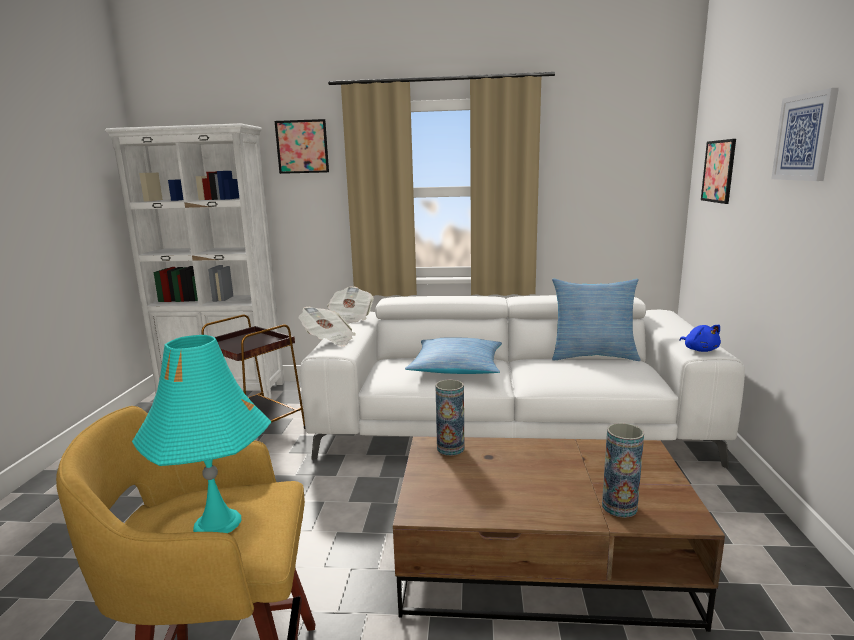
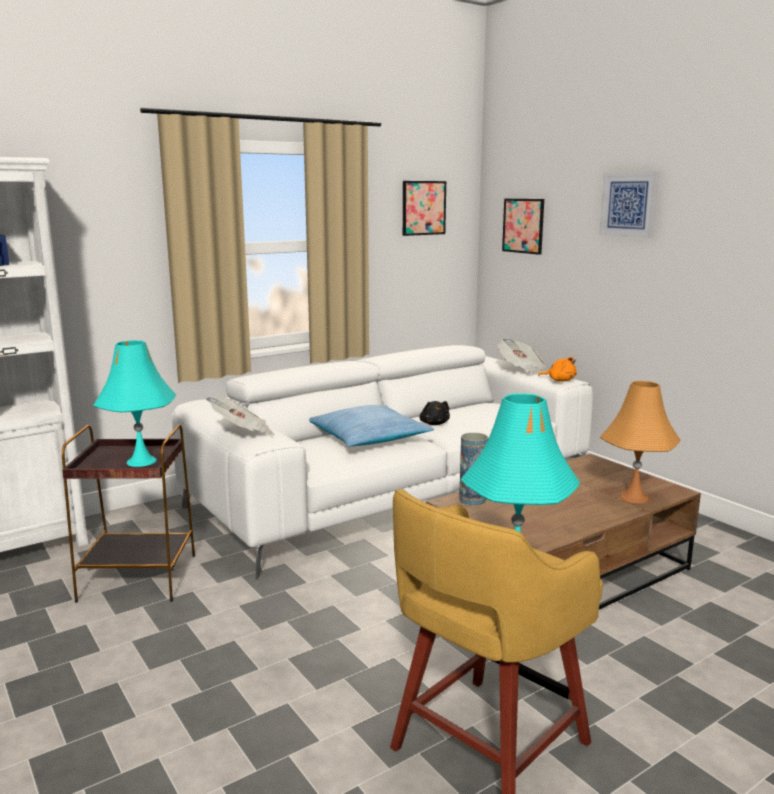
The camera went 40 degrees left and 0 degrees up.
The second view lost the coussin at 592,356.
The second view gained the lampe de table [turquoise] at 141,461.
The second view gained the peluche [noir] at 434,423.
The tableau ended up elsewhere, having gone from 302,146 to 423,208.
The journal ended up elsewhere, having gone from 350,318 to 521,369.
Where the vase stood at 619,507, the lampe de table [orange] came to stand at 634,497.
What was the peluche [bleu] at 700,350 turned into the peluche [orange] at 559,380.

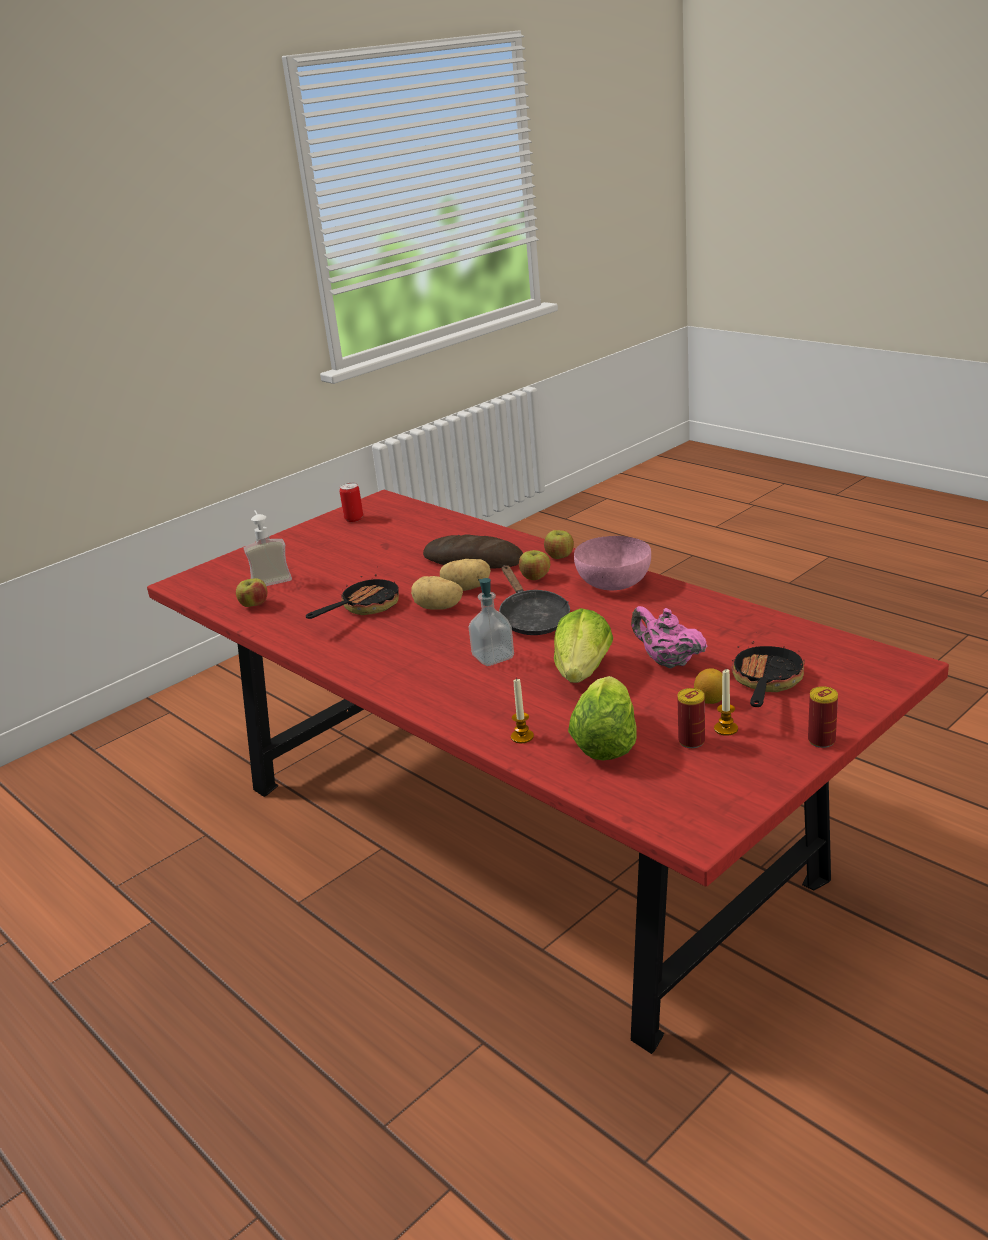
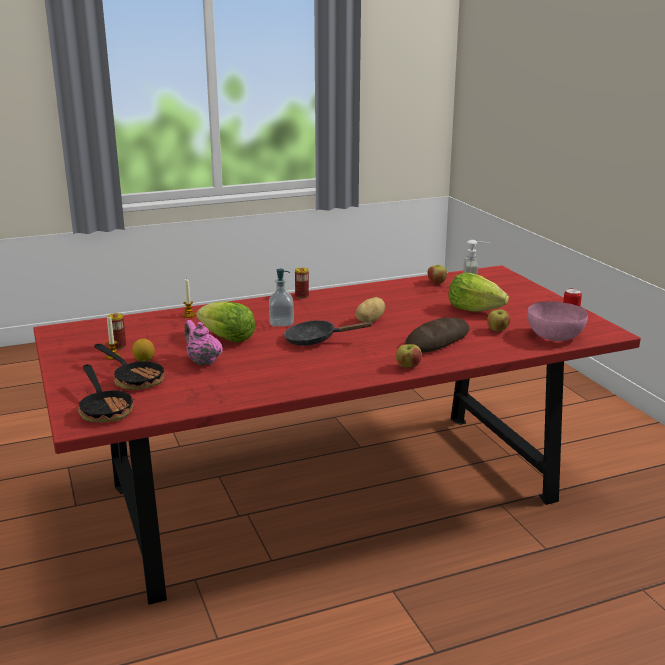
The camera went 110 degrees right and 5 degrees down.
The second view lost the pomme de terre at 467,588.
The poêle ended up elsewhere, having gone from 364,608 to 105,409.
The pomme ended up elsewhere, having gone from 535,577 to 497,330.
The laitue ended up elsewhere, having gone from 605,743 to 474,310.
The bol [rose] ended up elsewhere, having gone from 612,582 to 555,335.
The boîte métallique ended up elsewhere, having gone from 821,740 to 302,296.
The théière [rose] at 667,662 ended up facing another way, 105 degrees counterclockwise from before.

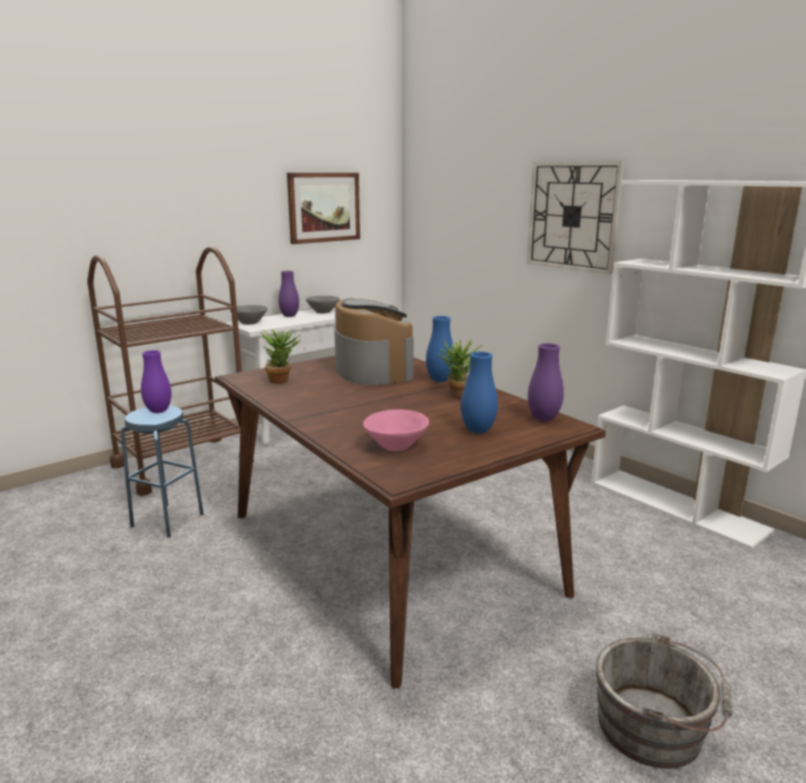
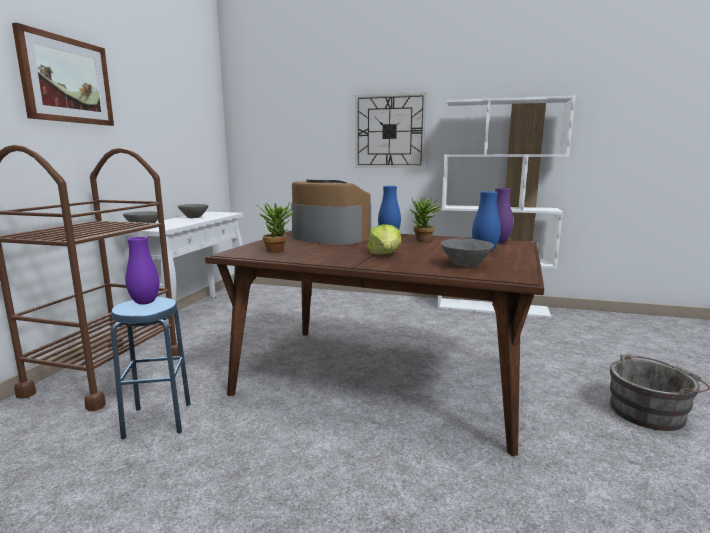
The camera went 35 degrees left and 5 degrees down.
The second view lost the vase [violet] at 289,316.
The second view gained the laitue at 385,254.
The tableau ended up elsewhere, having gone from 324,207 to 66,80.
What was the bol [rose] at 395,446 turned into the bol [gris] at 465,265.

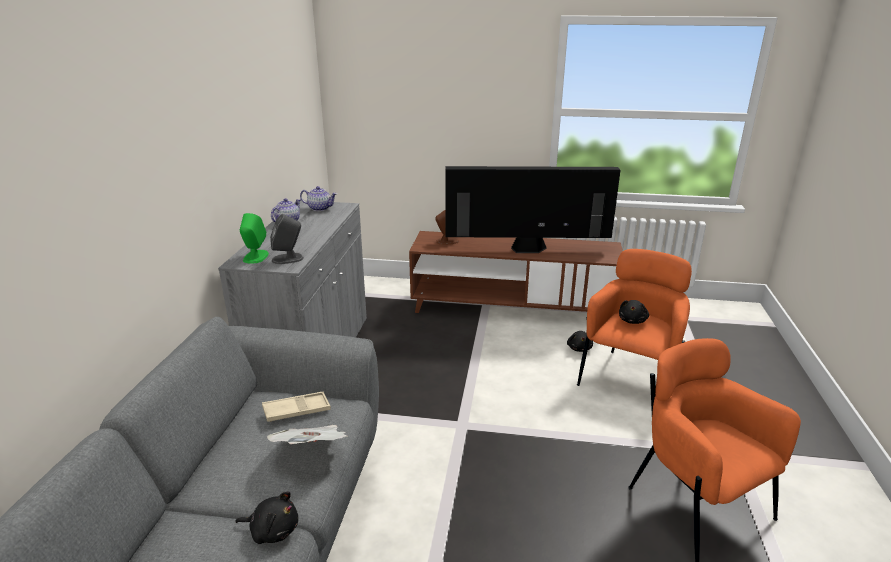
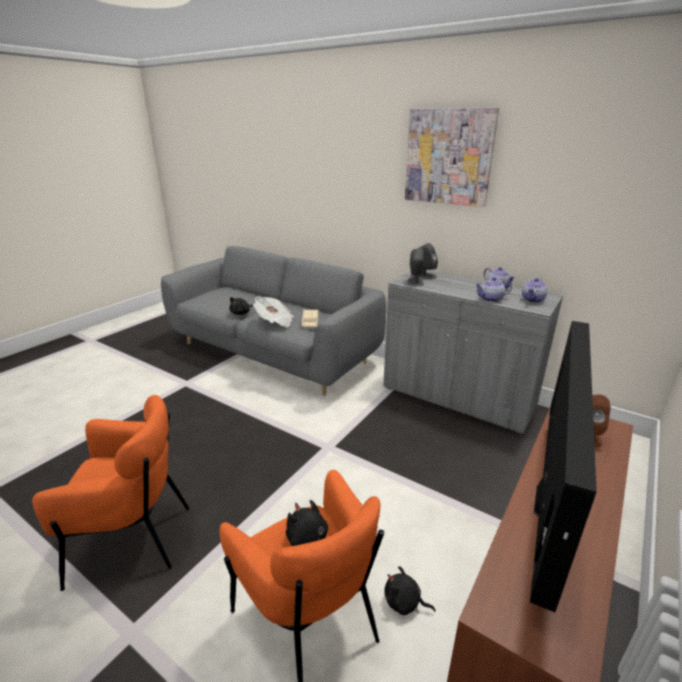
The camera went 115 degrees right and 0 degrees up.
The second view gained the tableau at 448,157.
The second view gained the théière at 491,299.
What was the enceinte [vert] at 255,257 turned into the enceinte [gris] at 425,276.

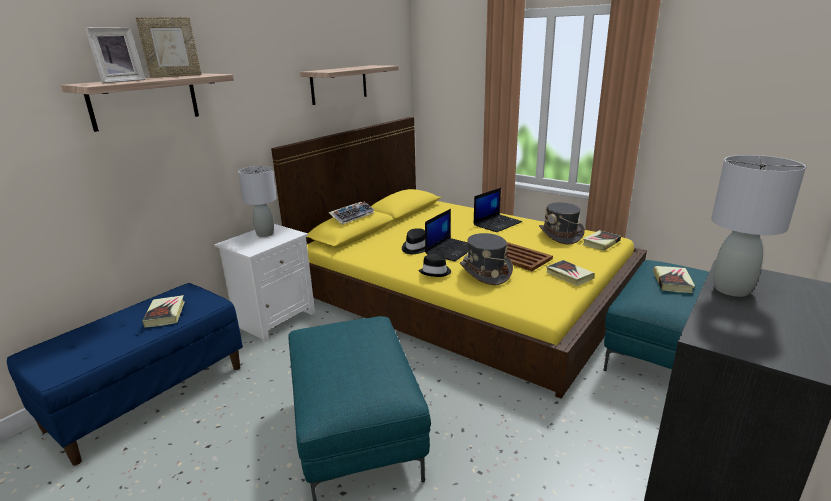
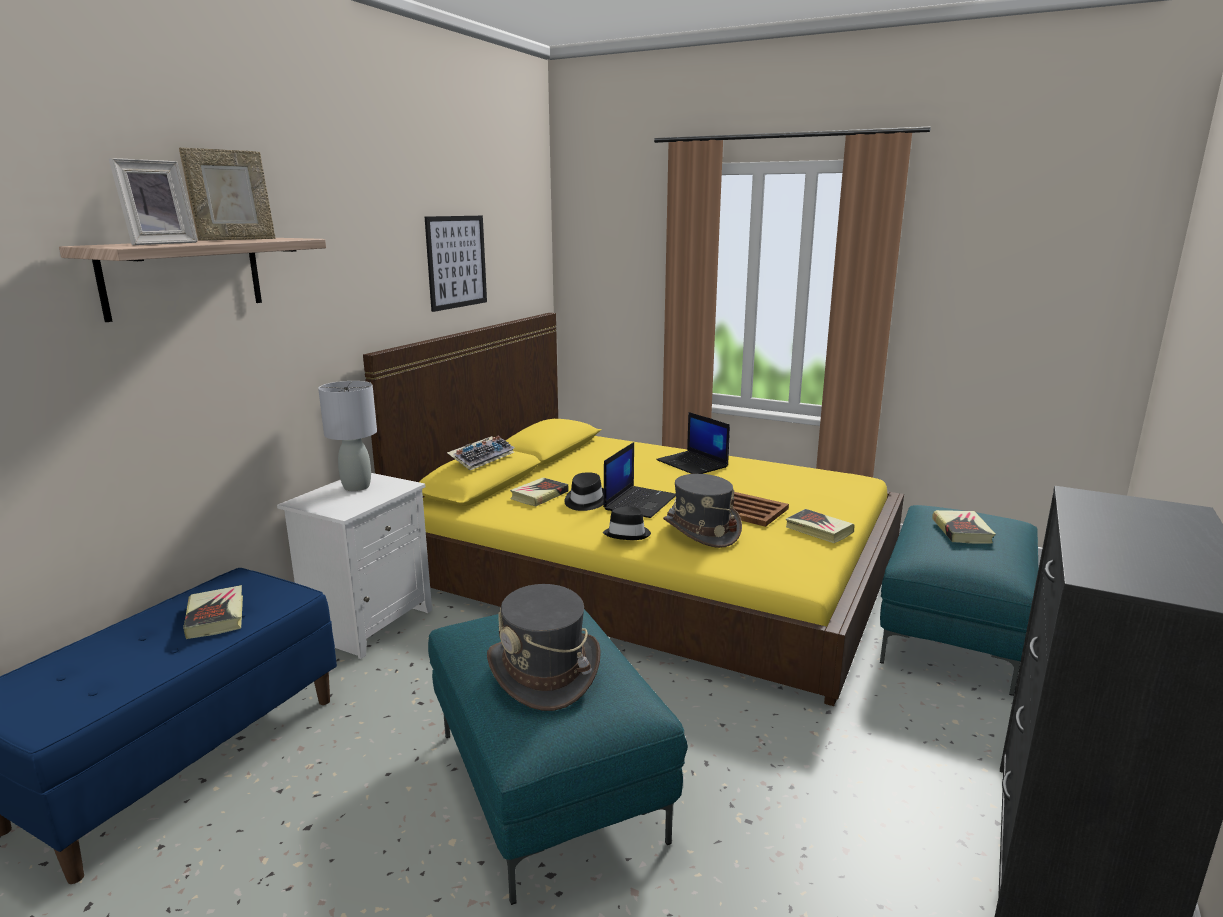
The camera went 10 degrees left and 5 degrees down.
The second view lost the lampe de table [gris] at 731,289.
The chapeau [gris] ended up elsewhere, having gone from 561,235 to 545,672.
The livre ended up elsewhere, having gone from 601,243 to 539,495.
Where the étagère hung at 339,84, the tableau came to hang at 456,262.
The ordinateur portable at 497,223 ended up facing another way, 105 degrees clockwise from before.

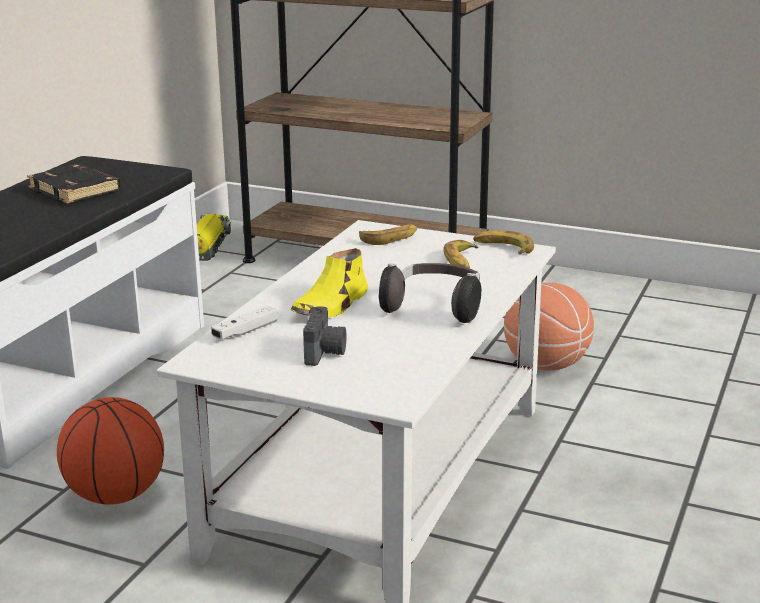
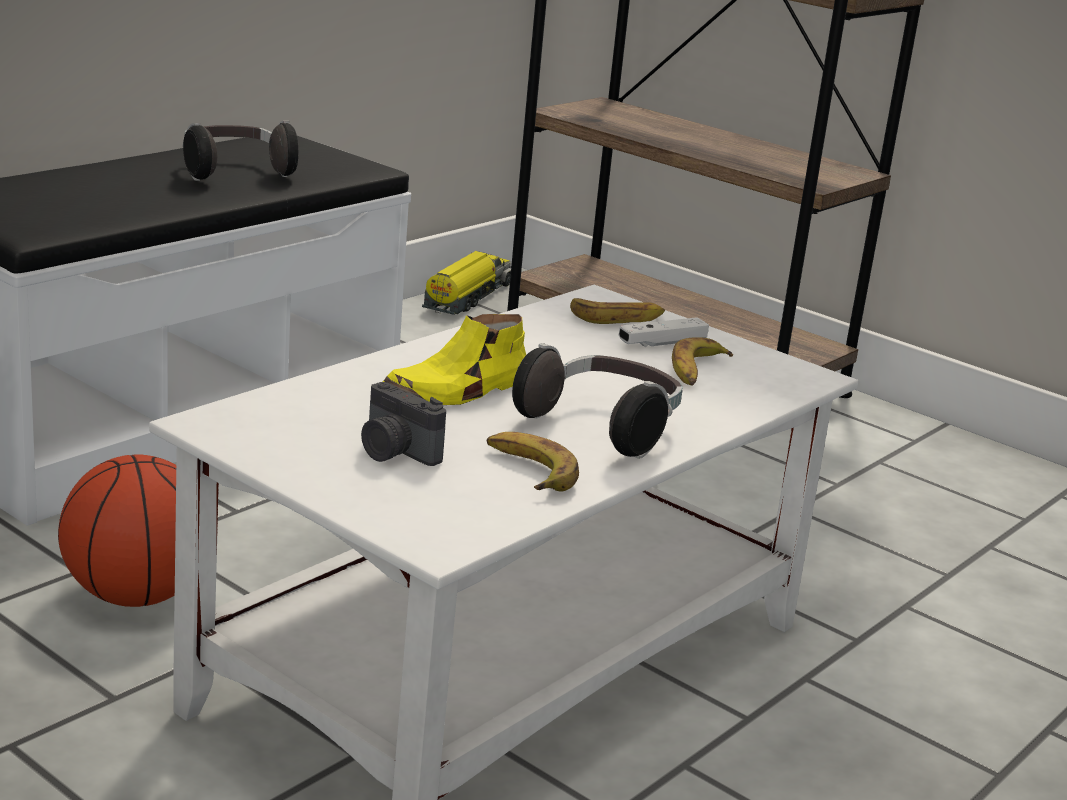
The camera went 15 degrees right and 0 degrees up.
The second view lost the ballon de basket at 546,365.
The manette [blanc] ended up elsewhere, having gone from 245,331 to 662,343.
The banane ended up elsewhere, having gone from 503,248 to 529,471.
Where the livre [noir] stood at 76,190, the casque audio came to stand at 234,171.
The appareil photo at 325,353 ended up facing another way, 105 degrees clockwise from before.

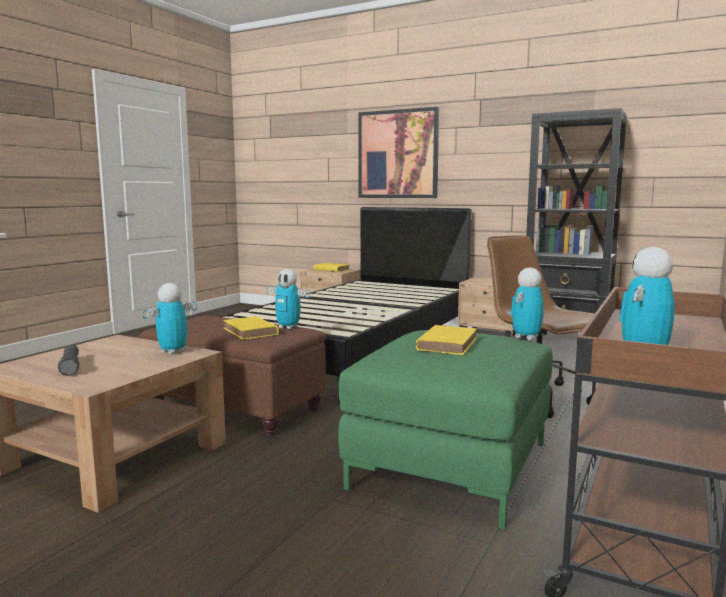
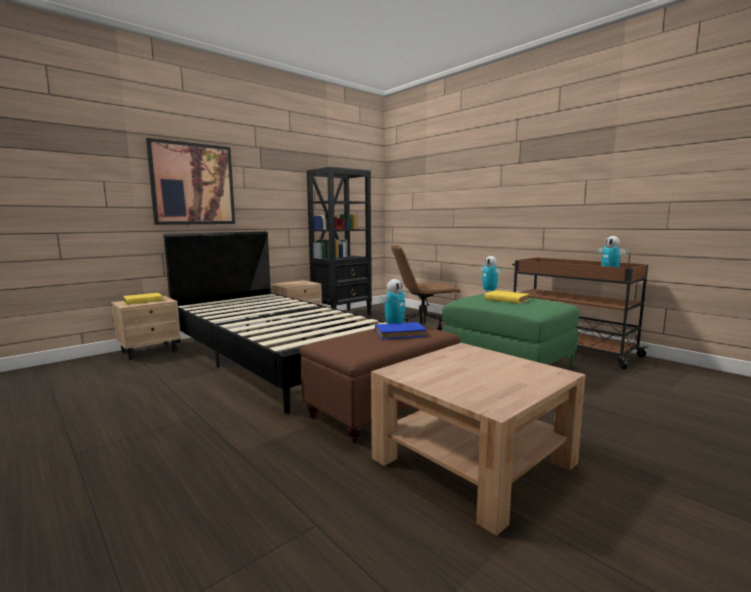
The camera went 70 degrees left and 0 degrees up.
The second view lost the lampe de poche [noir] at 70,367.
The second view lost the robot jouet at 173,352.
What was the livre [jaune] at 251,332 turned into the livre [bleu] at 401,334.

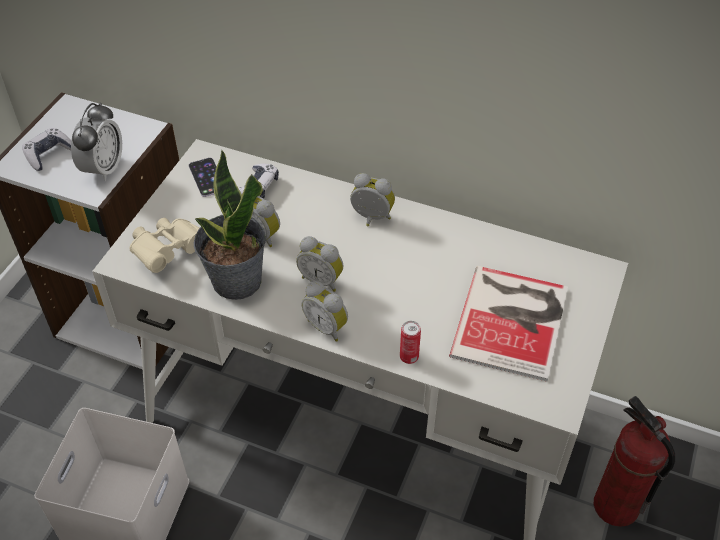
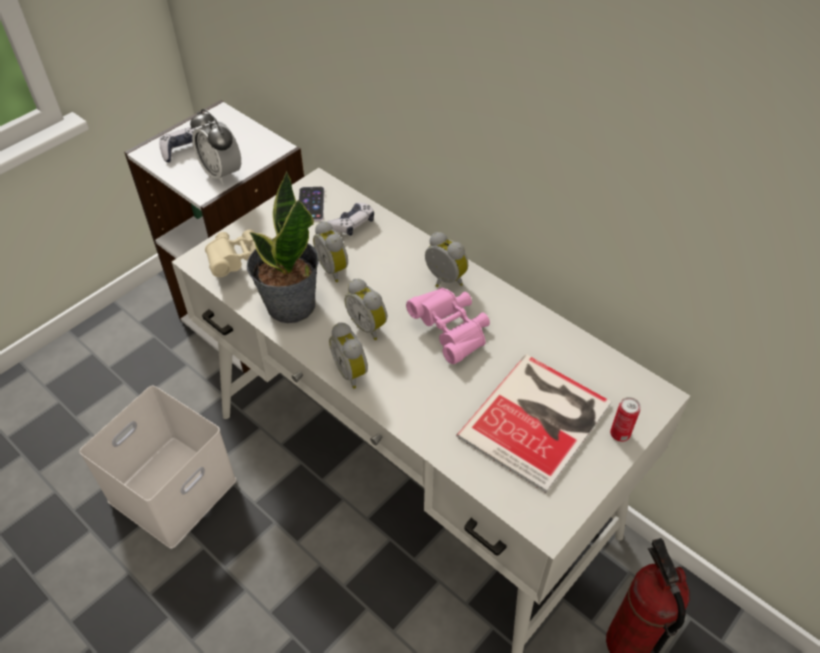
The camera went 20 degrees right and 0 degrees up.
The second view gained the jumelles [rose] at 451,332.
The boîte métallique ended up elsewhere, having gone from 409,357 to 619,434.
The réveil at 103,168 ended up facing another way, 105 degrees clockwise from before.

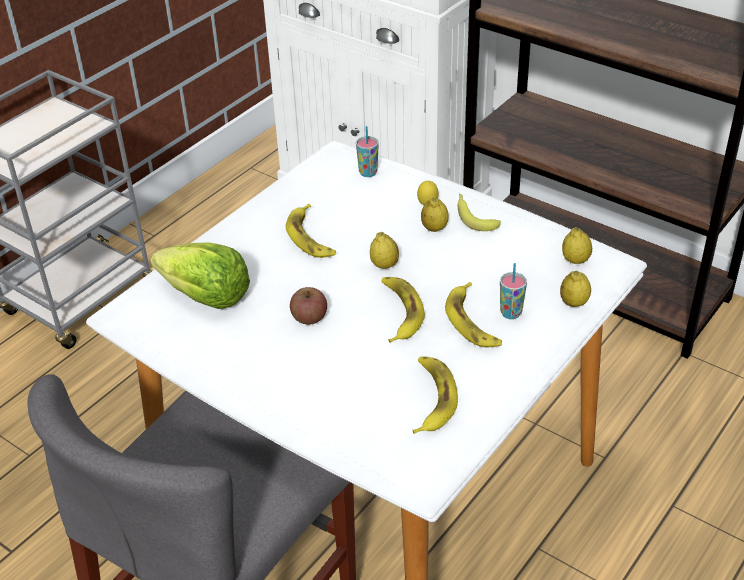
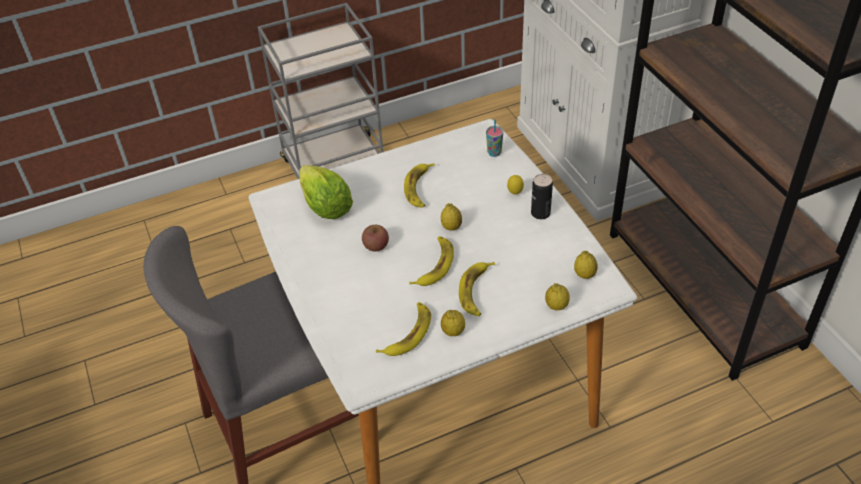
The camera went 30 degrees right and 5 degrees up.
The second view lost the tasse at 511,313.
The citron ended up elsewhere, having gone from 434,228 to 453,332.
Where the banane stood at 473,216, the boîte métallique came to stand at 540,213.

